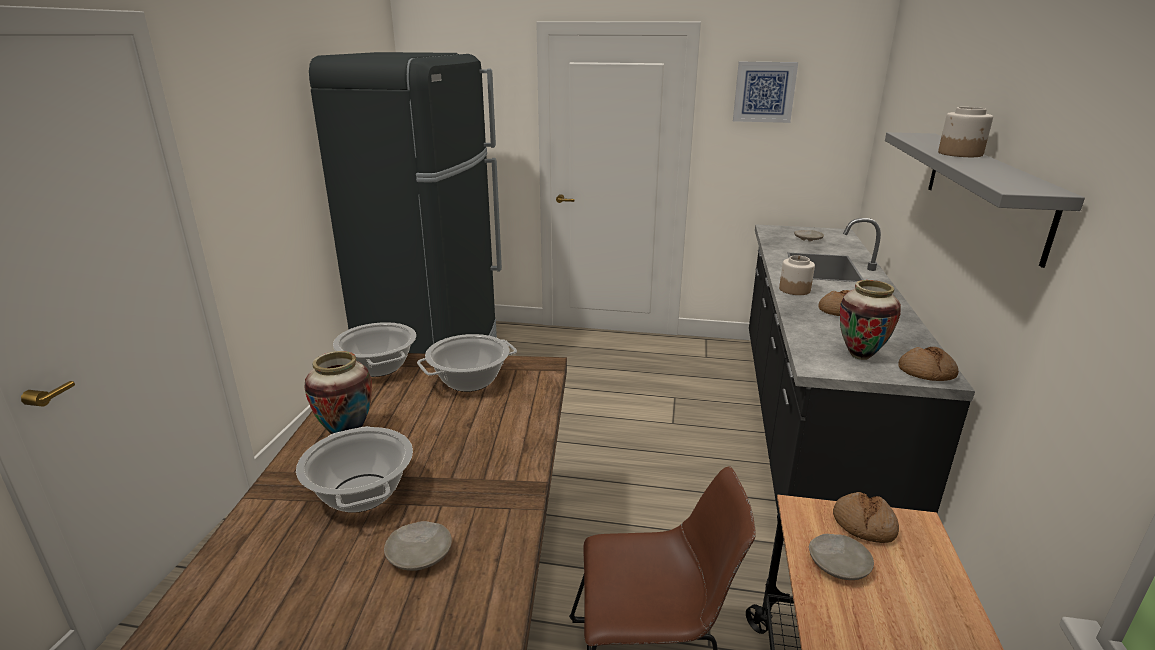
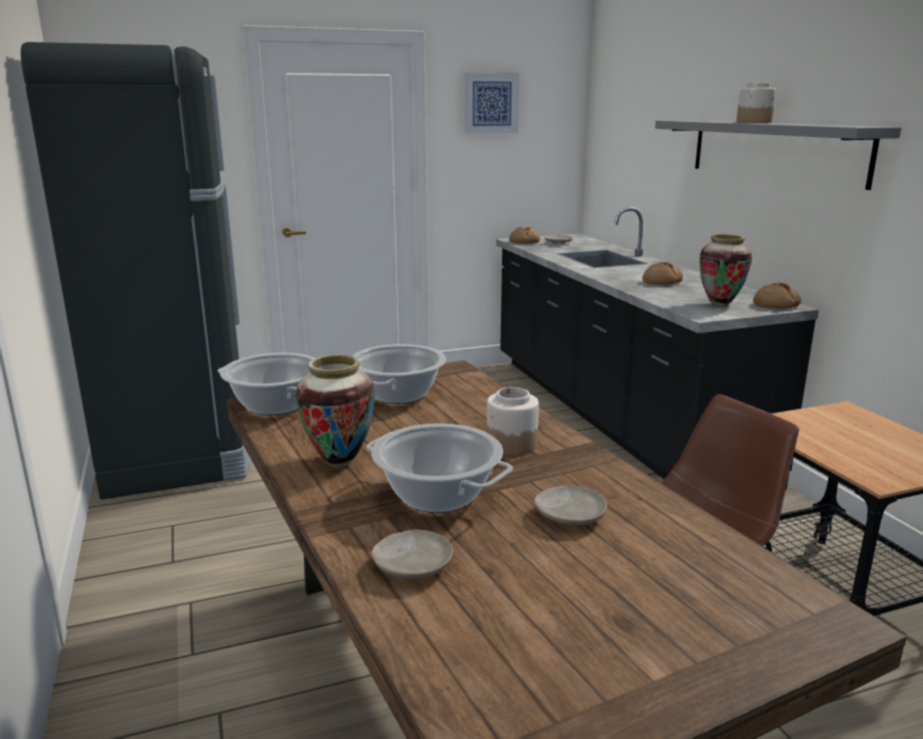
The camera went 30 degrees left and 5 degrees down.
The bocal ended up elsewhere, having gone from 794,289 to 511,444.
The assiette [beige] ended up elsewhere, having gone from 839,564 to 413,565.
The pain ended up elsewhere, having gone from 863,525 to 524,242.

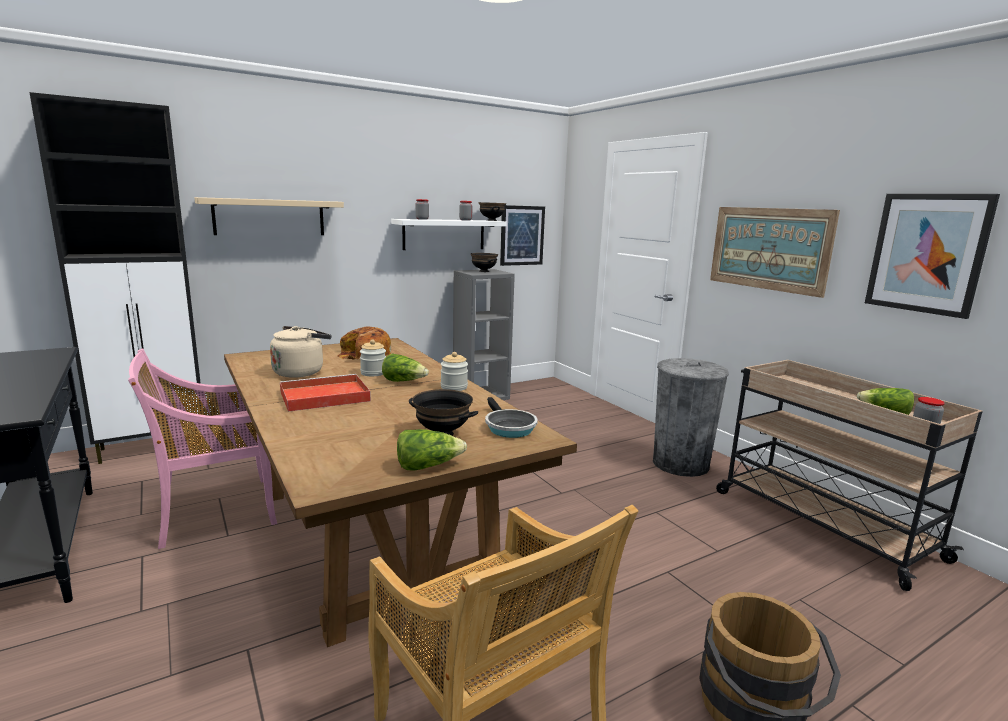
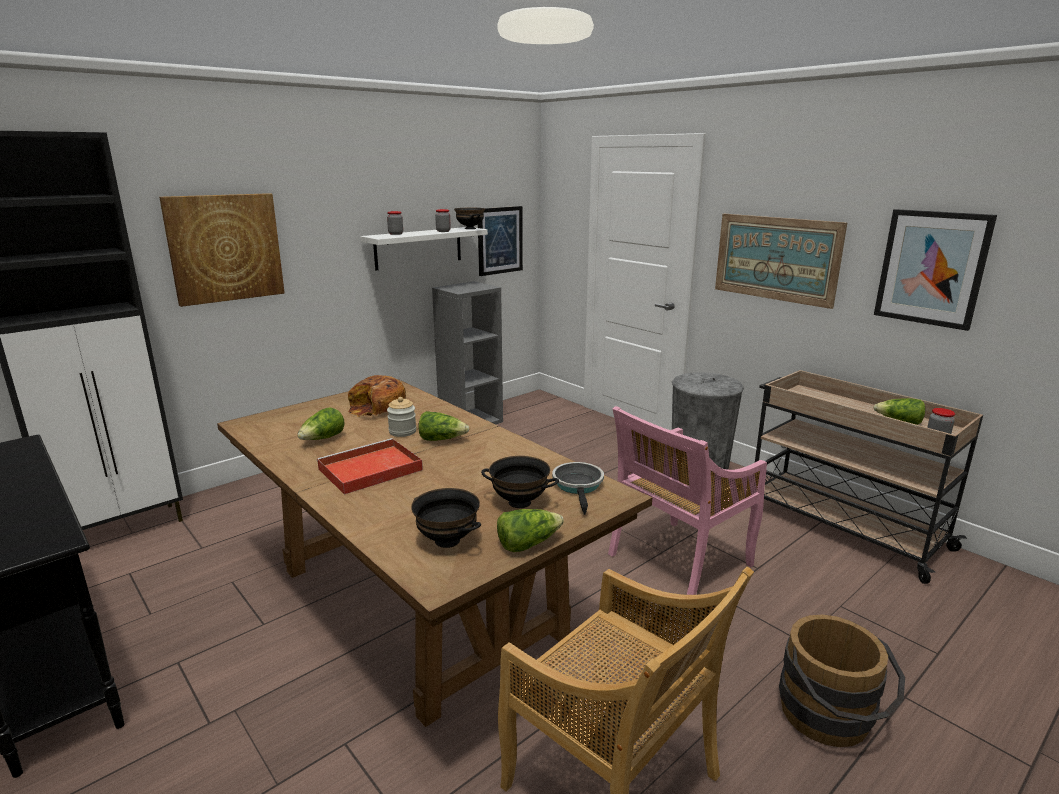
The camera went 10 degrees left and 5 degrees up.
The second view lost the bocal at 454,387.
The chaise [rose] ended up elsewhere, having gone from 214,511 to 678,561.
The bol [noir] ended up elsewhere, having gone from 484,271 to 448,540.
Where the étagère [beige] hung at 269,217, the tableau came to hang at 225,248.
Where the bouilloire [beige] stood at 301,372, the laitue came to stand at 323,439.
The poêle at 508,427 ended up facing another way, 150 degrees counterclockwise from before.

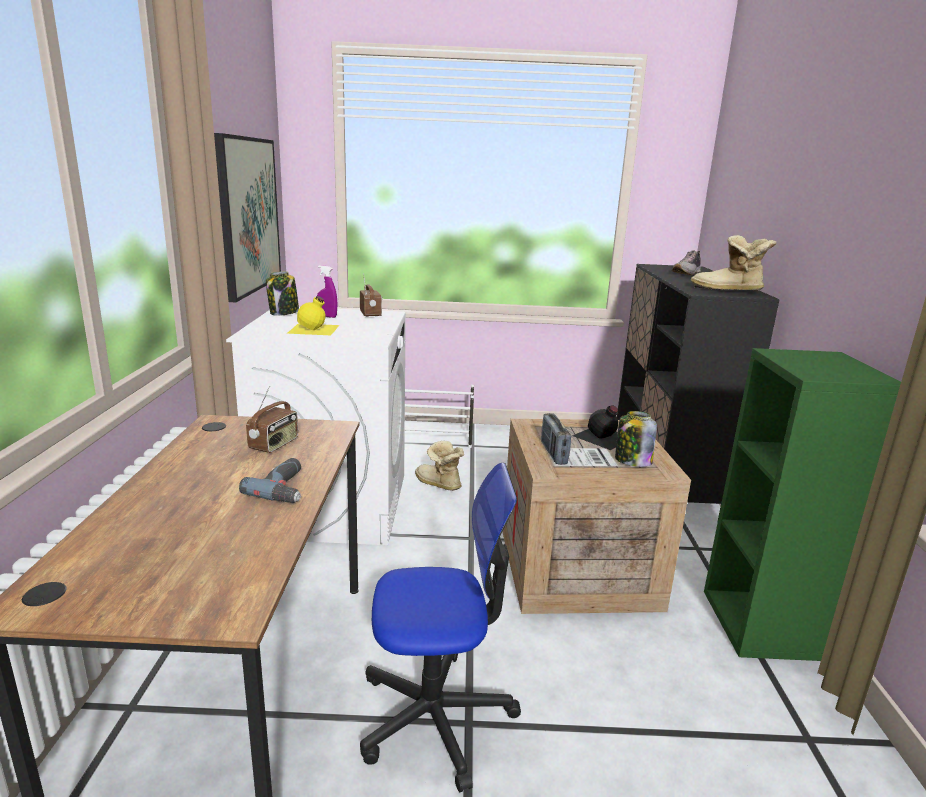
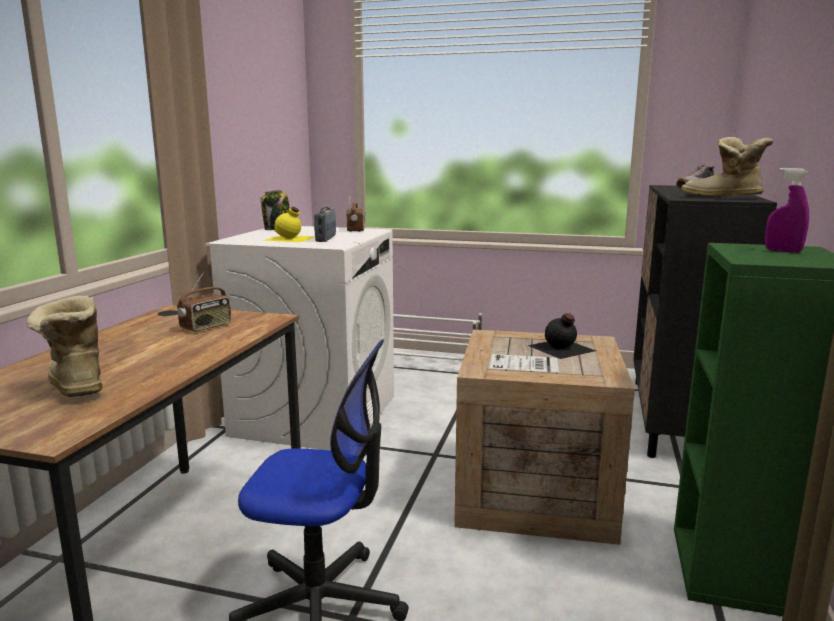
The camera went 15 degrees right and 5 degrees down.
The second view lost the tableau at 247,215.
The second view lost the perceuse at 286,488.
The second view lost the bocal at 632,461.
The vaporisateur [violet] ended up elsewhere, having gone from 327,316 to 783,251.
The botte ended up elsewhere, having gone from 437,484 to 75,387.
The radio ended up elsewhere, having gone from 553,453 to 325,239.

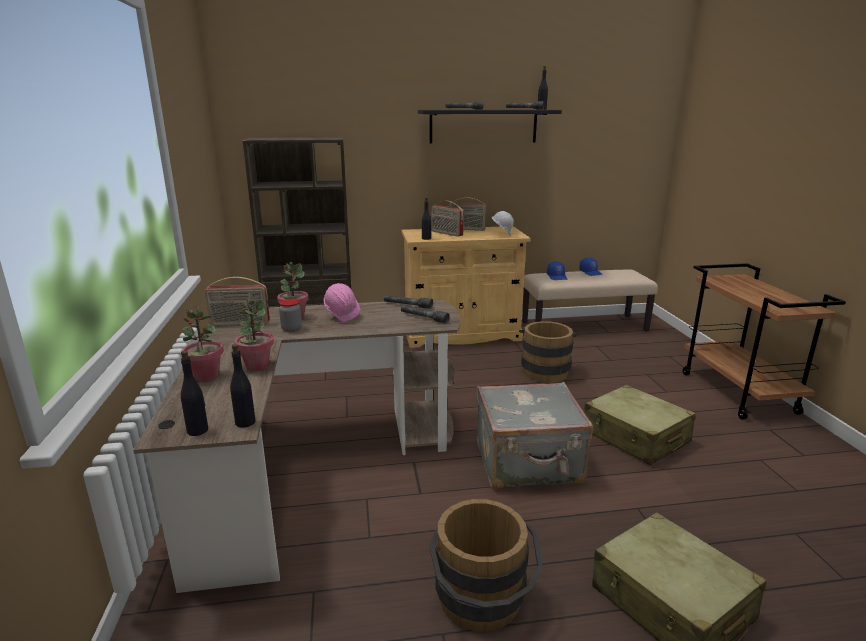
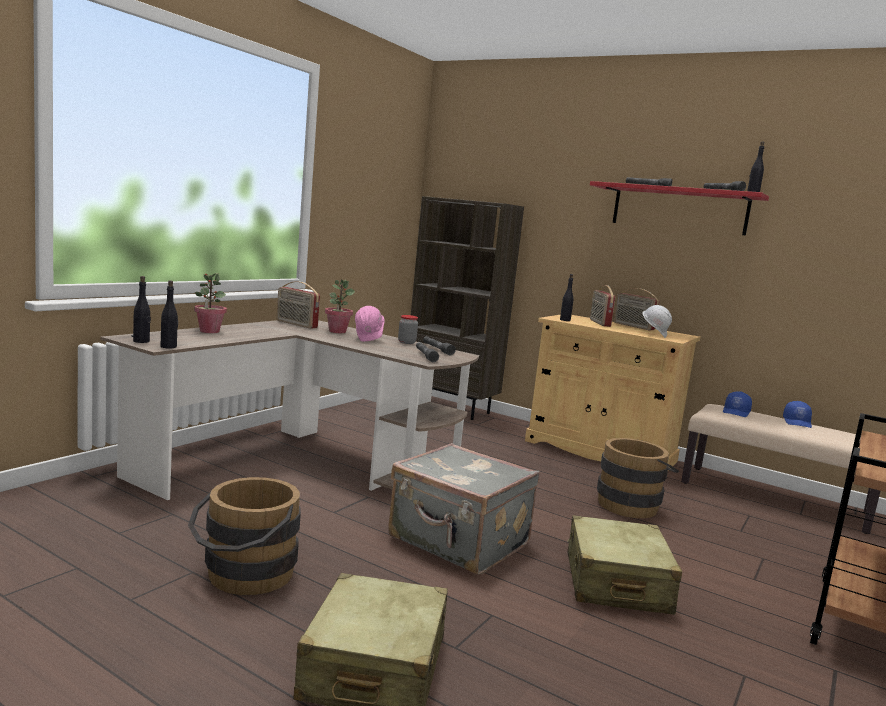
The camera went 40 degrees right and 10 degrees down.
The second view lost the plante en pot at 257,366.
The bocal ended up elsewhere, having gone from 291,329 to 406,342.
What was the étagère [noir] at 483,126 turned into the étagère [rouge] at 679,209.

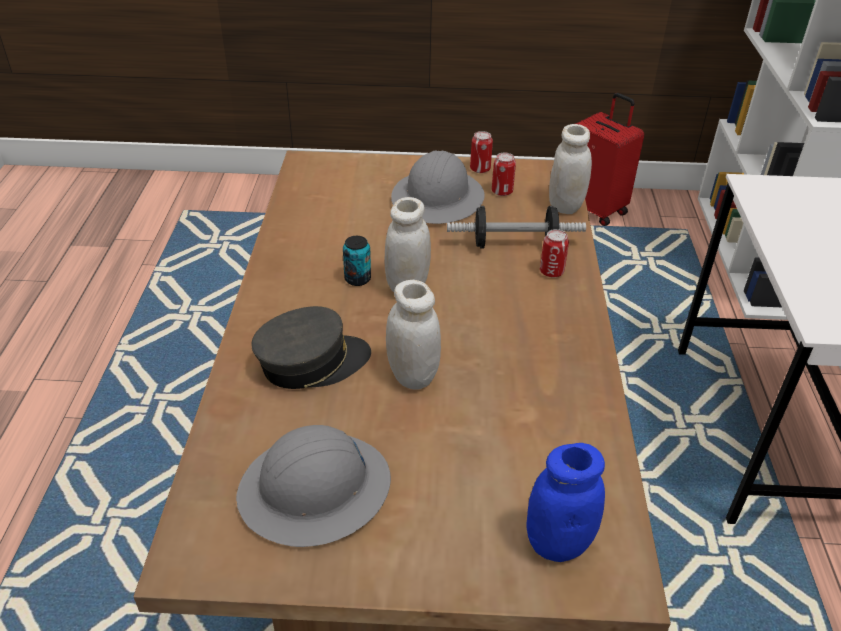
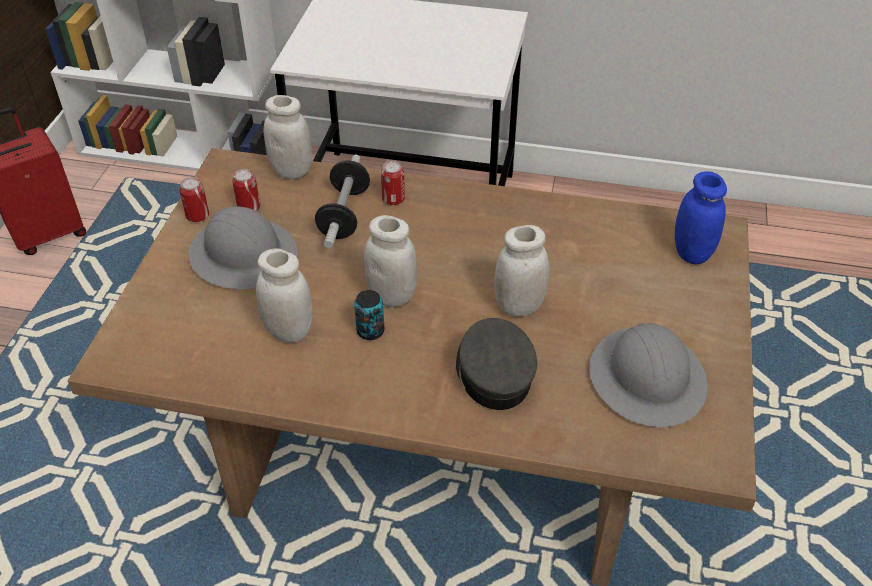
The camera went 80 degrees left and 5 degrees up.
The second view gained the bocal [blanc] at 289,331.

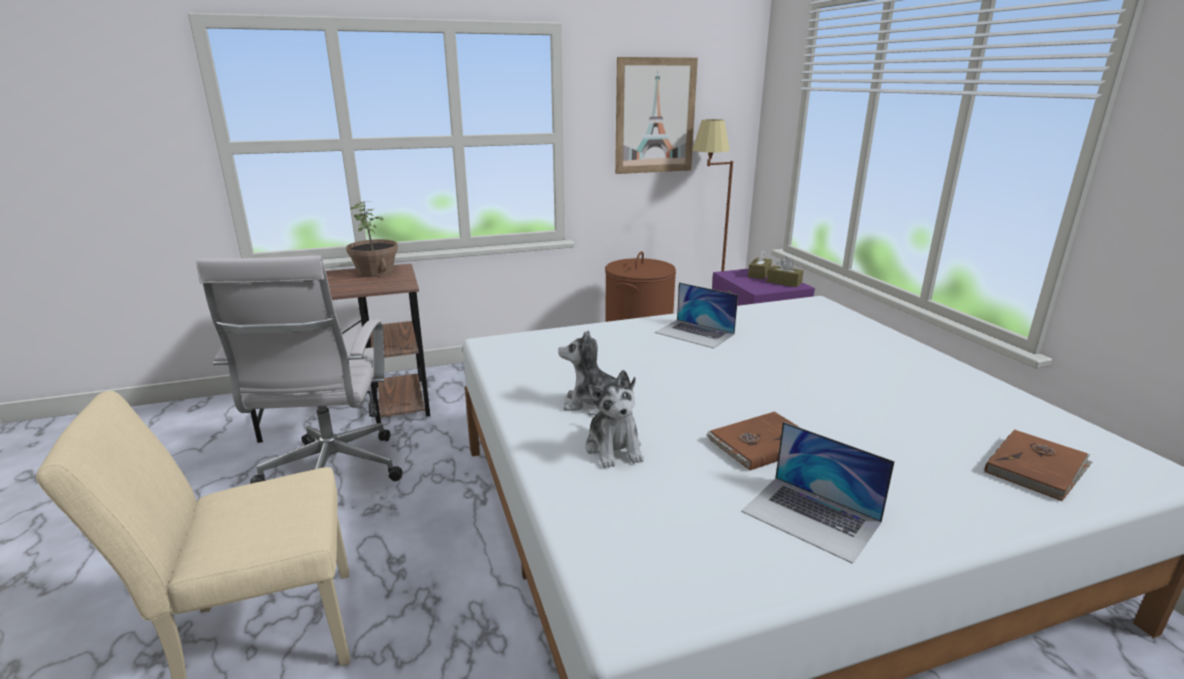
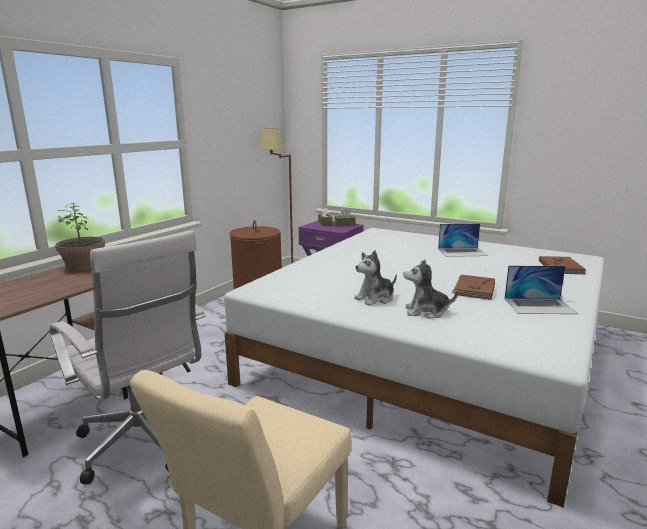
The camera went 40 degrees left and 5 degrees down.
The second view lost the tableau at 655,116.
The ordinateur portable ended up elsewhere, having gone from 695,333 to 462,252.
The peluche at 614,448 ended up facing another way, 150 degrees clockwise from before.

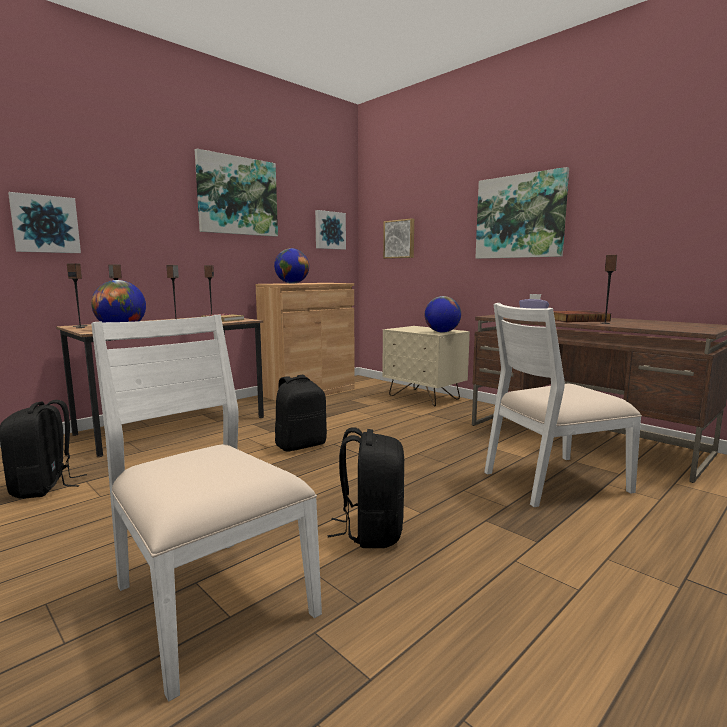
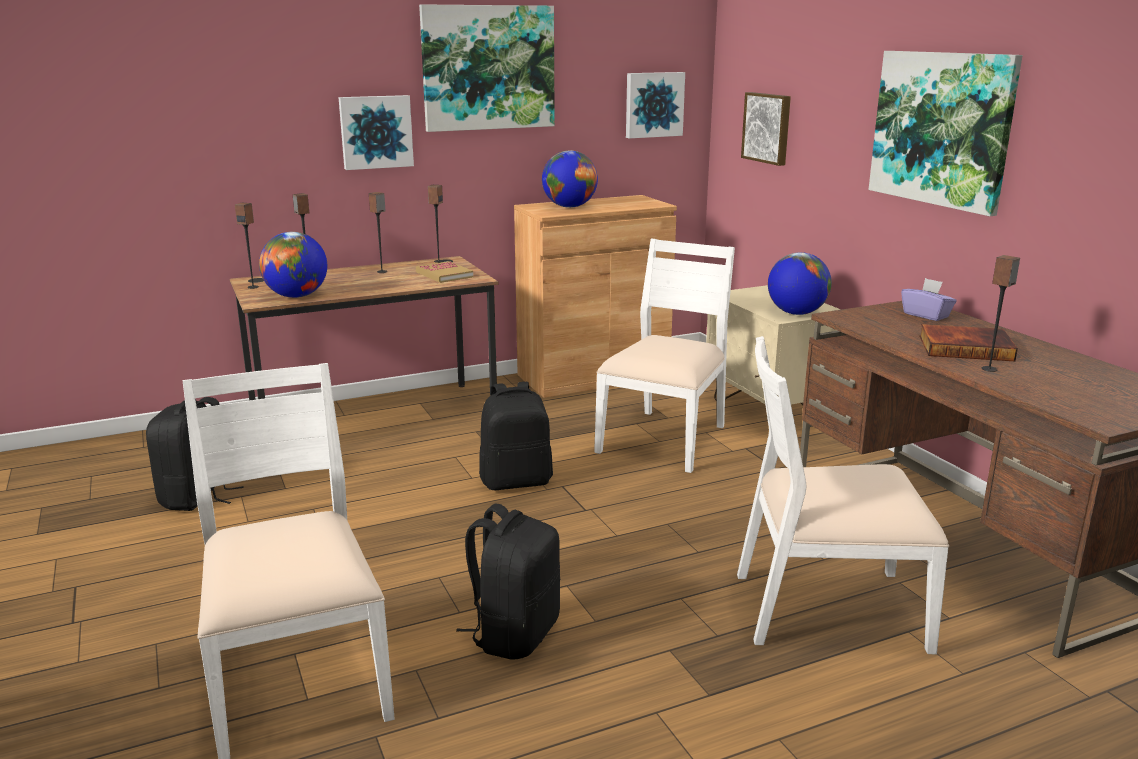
The camera went 20 degrees right and 10 degrees up.
The second view gained the chaise [blanc] at 664,439.
The tableau ended up elsewhere, having gone from 45,224 to 376,132.

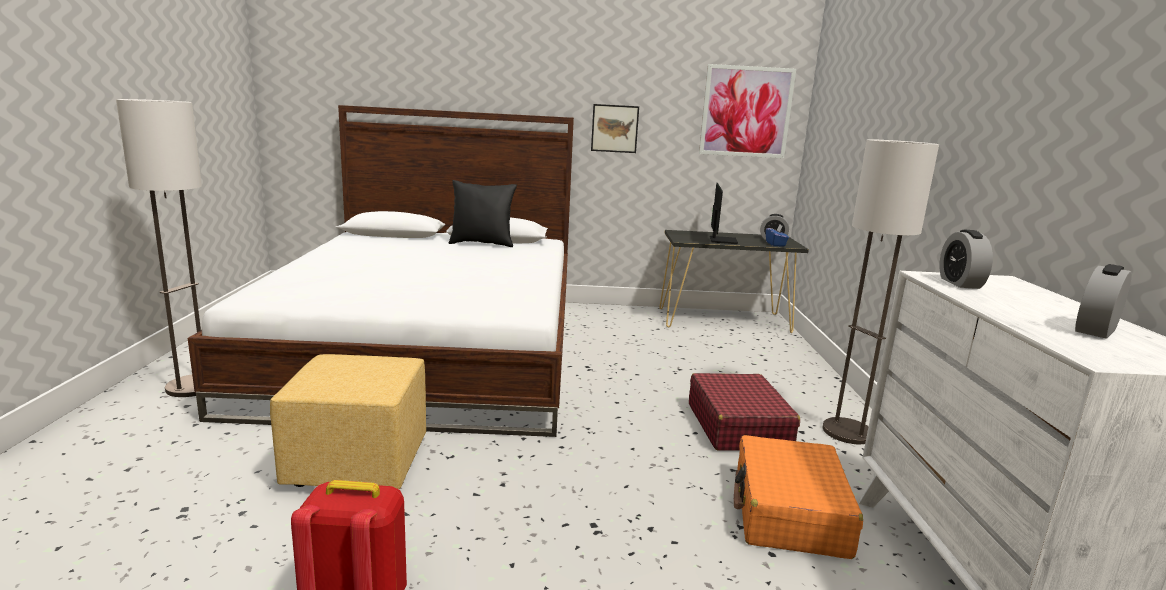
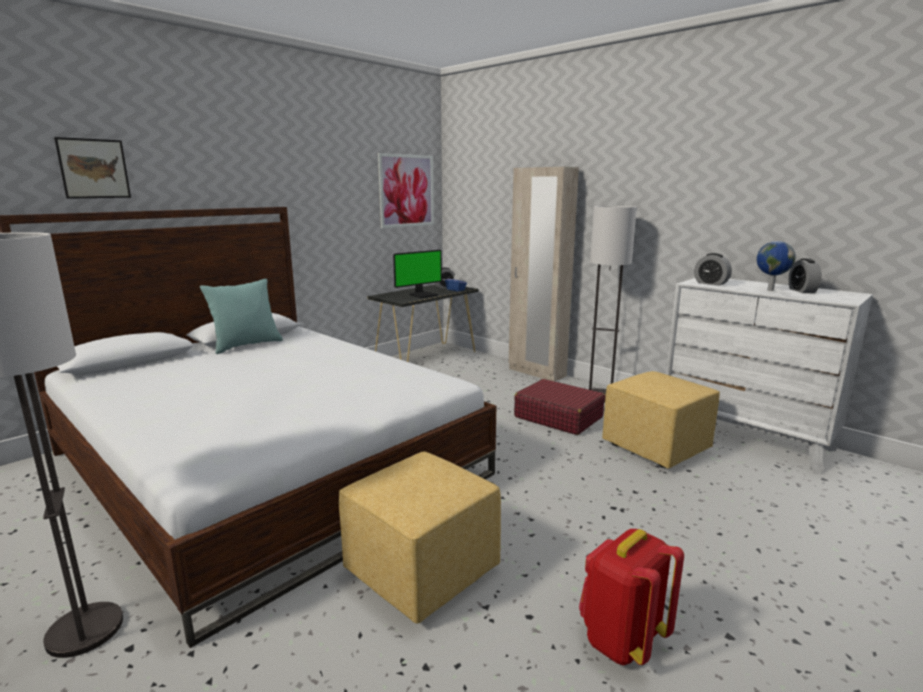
The camera went 45 degrees left and 0 degrees up.
The second view gained the armoire [beige] at 536,372.
The second view gained the globe at 769,290.
The tableau ended up elsewhere, having gone from 614,128 to 94,168.
Where the valise [orange] stood at 789,512, the pouf [jaune] came to stand at 657,448.
What was the coussin [noir] at 482,243 turned into the coussin [turquoise] at 246,345.
The écran d'ordinateur at 721,240 ended up facing another way, 90 degrees clockwise from before.

